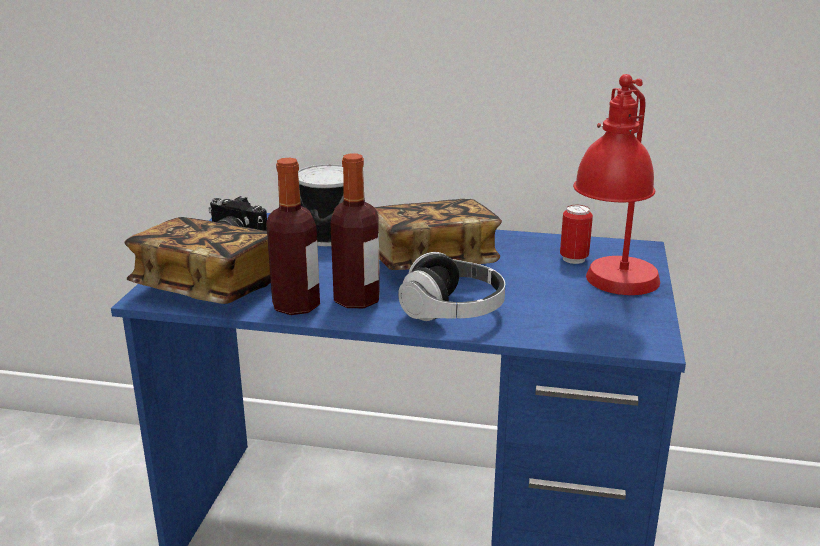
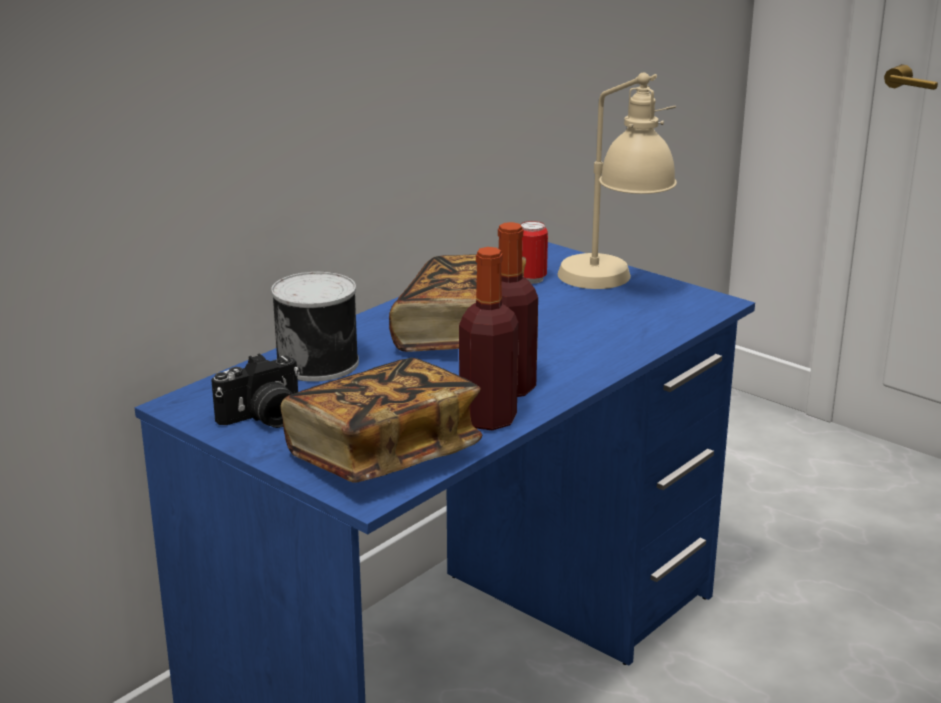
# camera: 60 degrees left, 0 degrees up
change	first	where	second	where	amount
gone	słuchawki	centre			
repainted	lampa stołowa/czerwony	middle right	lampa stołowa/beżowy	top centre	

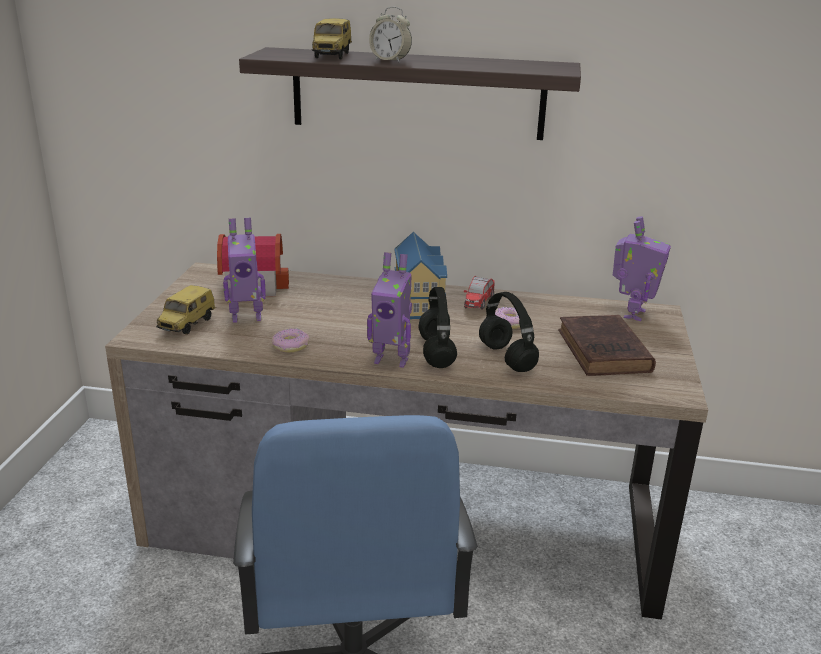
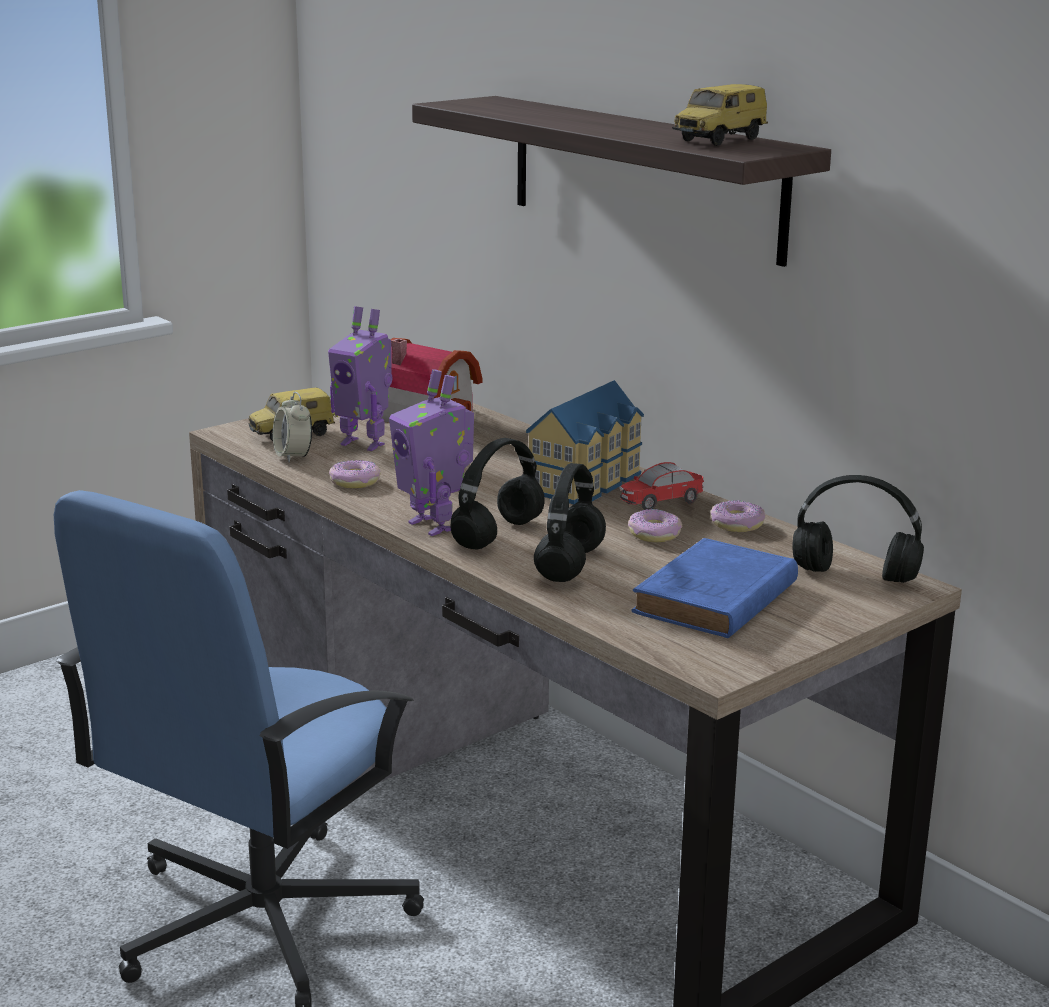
# camera: 40 degrees right, 5 degrees down
change	first	where	second	where	amount
new			donut (no. 3 from left)	middle right	
shifted	samochodzik (no. 2 from left in the first image)	top centre	samochodzik (no. 3 from left)	top right	
shifted	budzik	top centre		middle left	
swapped	robot zabawkowy (no. 3 from left)	middle right	słuchawki/czarny (no. 3 from left)	middle right	
repainted	książka/brązowy	middle right	książka/niebieski	middle right	

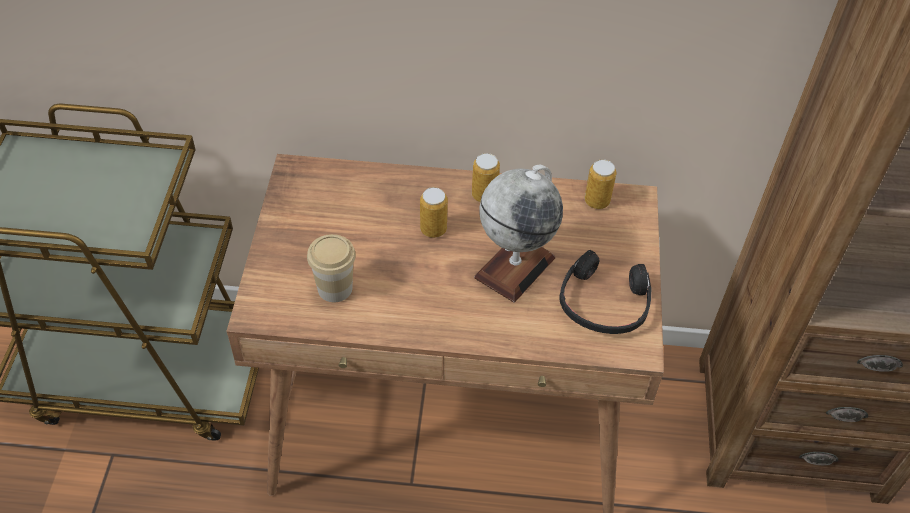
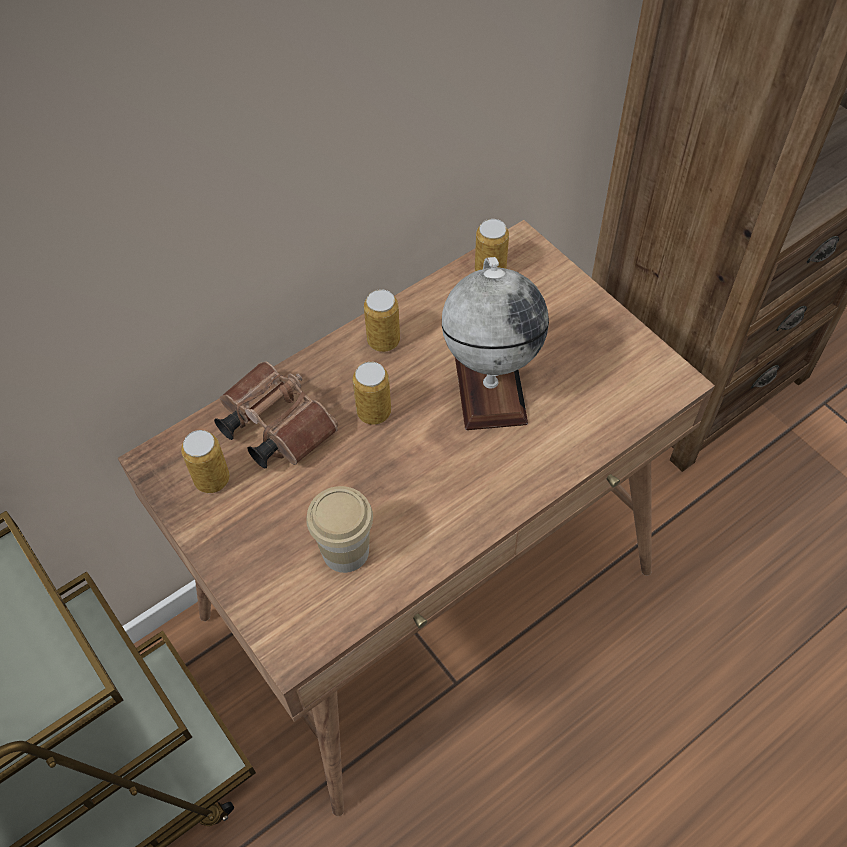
# camera: 40 degrees left, 5 degrees up
change	first	where	second	where	amount
gone	słuchawki/czarny	centre			
new			puszka (no. 1 from left)	middle left	
new			lornetka/brązowy	middle left	

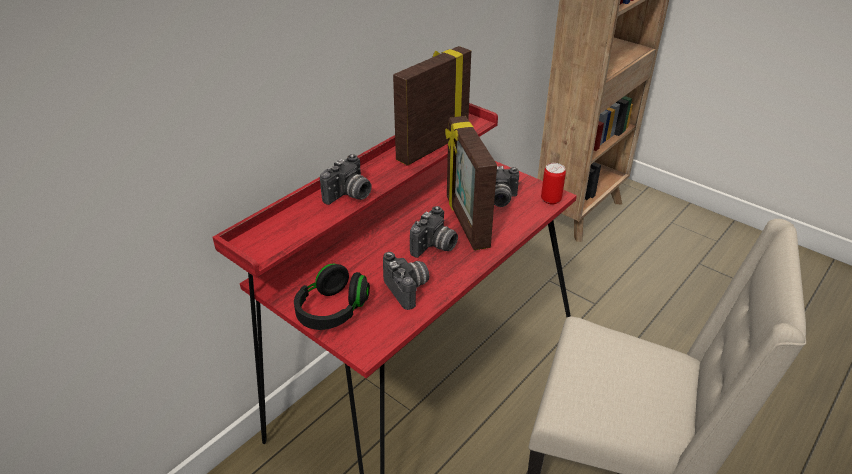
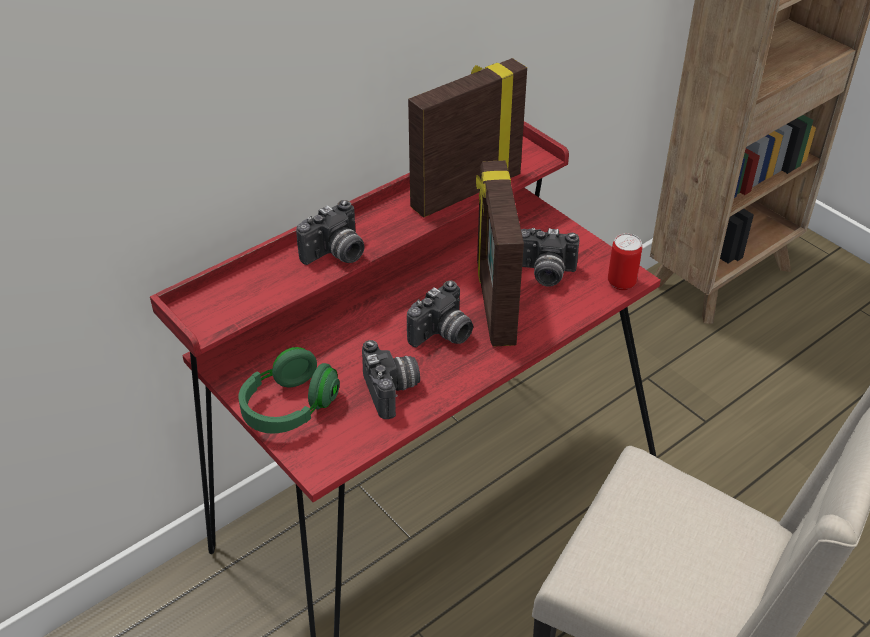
# camera: 10 degrees right, 5 degrees up
change	first	where	second	where	amount
repainted	słuchawki/czarny	centre	słuchawki/zielony	middle left	

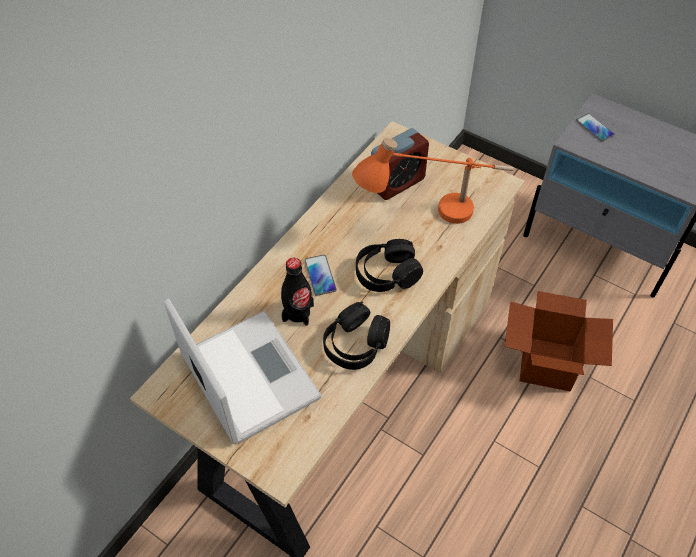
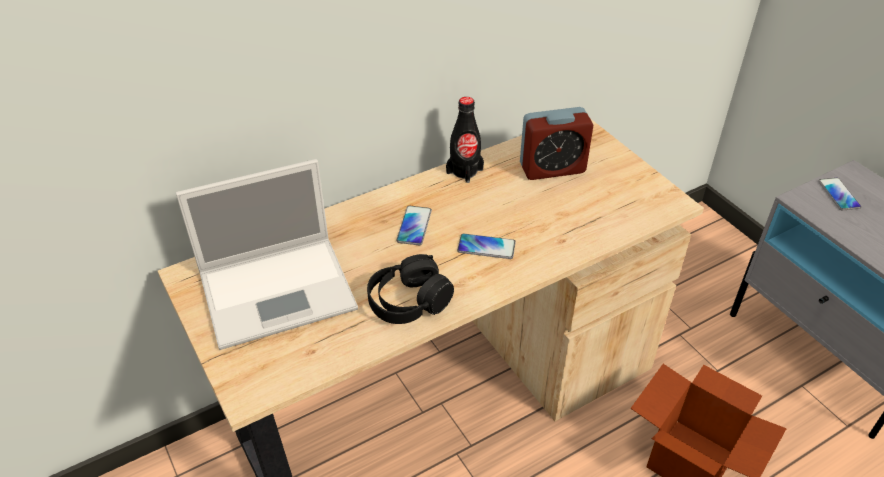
# camera: 25 degrees right, 10 degrees down
change	first	where	second	where	amount
gone	lampa stołowa/pomarańczowy	top centre			
shifted	butelka/czarny	centre		top centre	
swapped	słuchawki/czarny (no. 2 from left)	centre	telefon (no. 2 from left)	centre	
rotated	laptop	centre		middle left	75 degrees clockwise

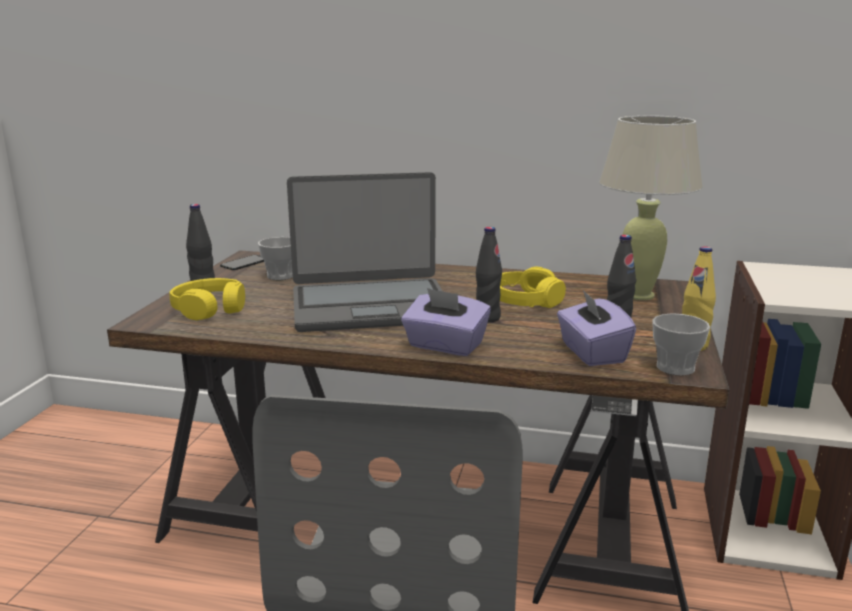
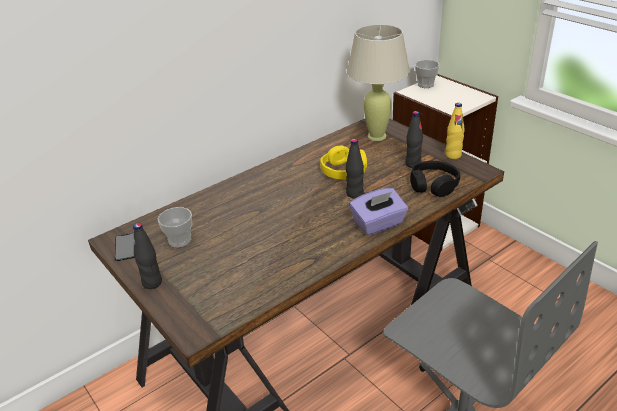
# camera: 50 degrees left, 15 degrees up
change	first	where	second	where	amount
gone	słuchawki/żółty (no. 1 from left)	middle left			
gone	laptop	centre			
shifted	filiżanka (no. 2 from left)	middle right		top right	
swapped	pudełko chusteczek/fioletowy (no. 2 from left)	middle right	słuchawki/czarny	middle right	

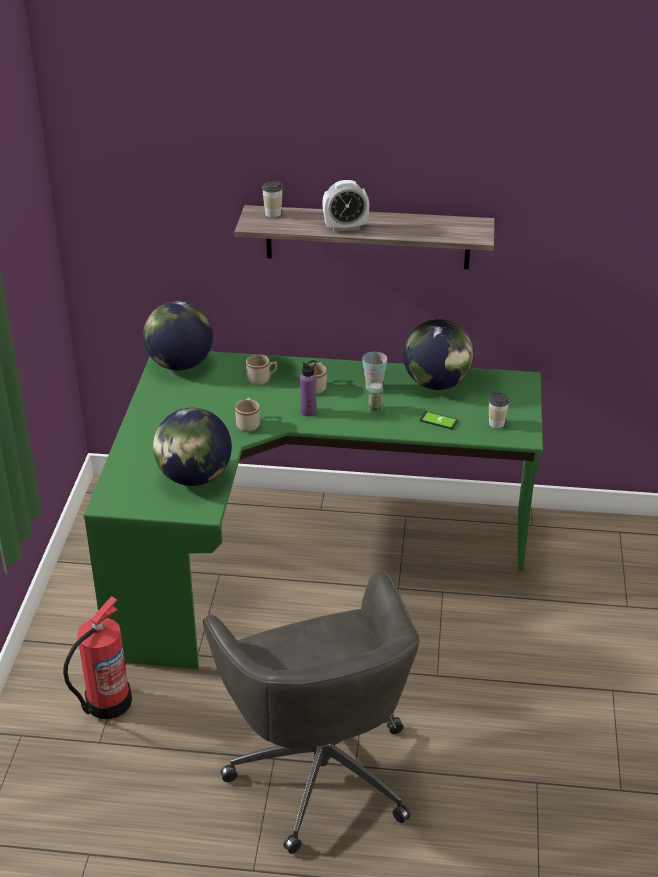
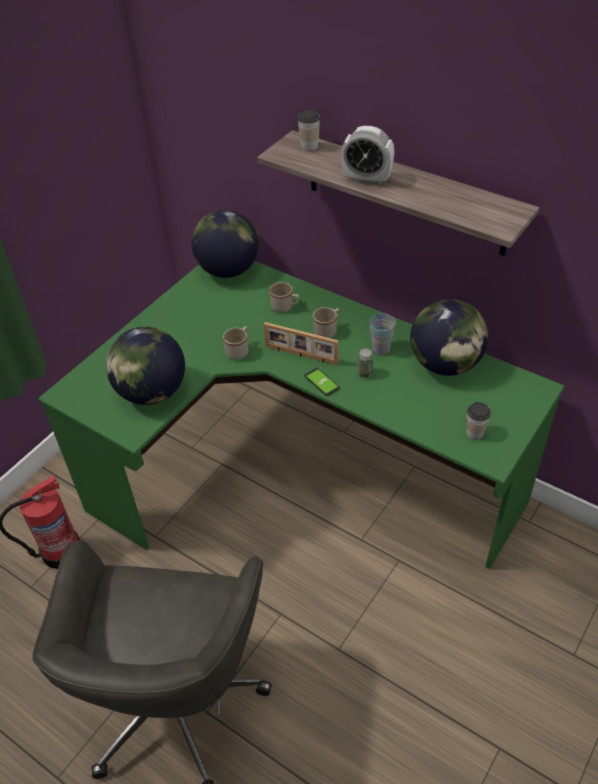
# camera: 30 degrees right, 10 degrees up
change	first	where	second	where	amount
shifted	telefon	middle right		centre	
swapped	butelka/fioletowy	centre	ramka na zdjęcie	centre	

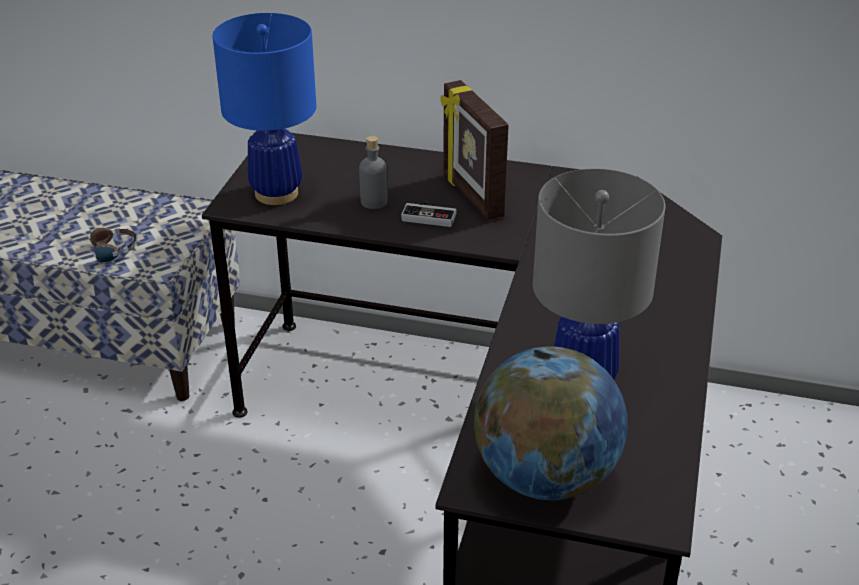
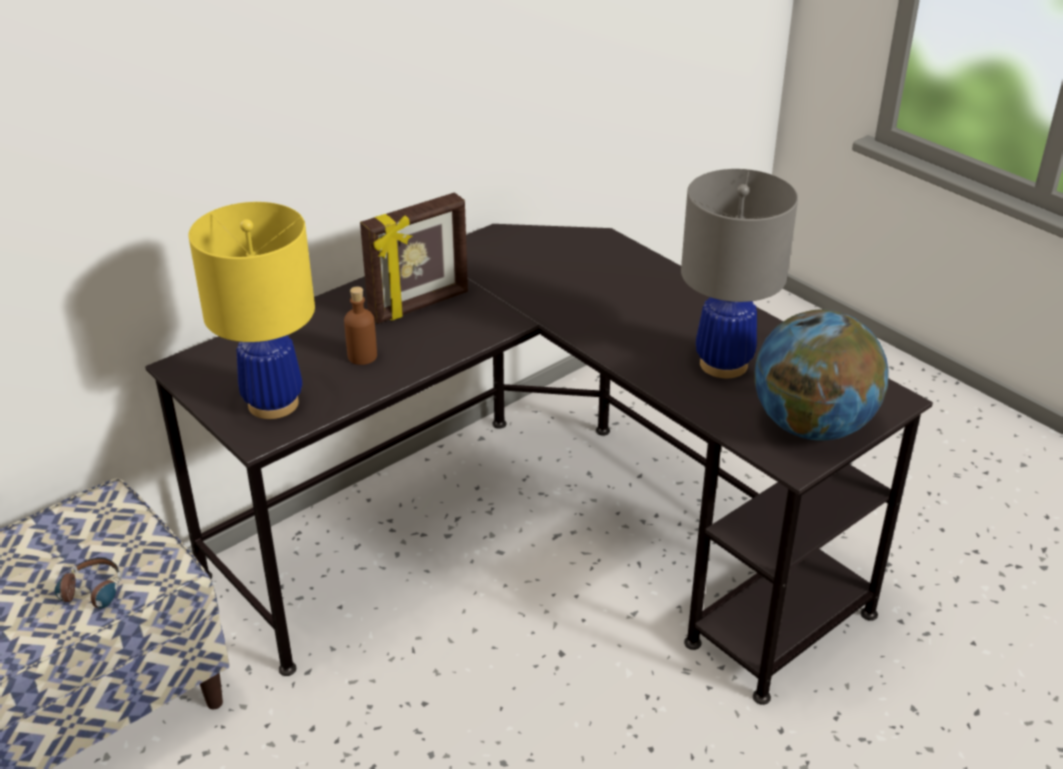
# camera: 55 degrees left, 0 degrees up
change	first	where	second	where	amount
gone	pad do gier	centre			
repainted	lampa stołowa/niebieski	top left	lampa stołowa/żółty	middle left	
repainted	butelka/szary	top centre	butelka/brązowy	centre	
rotated	ramka na zdjęcie	top centre		centre	45 degrees counterclockwise

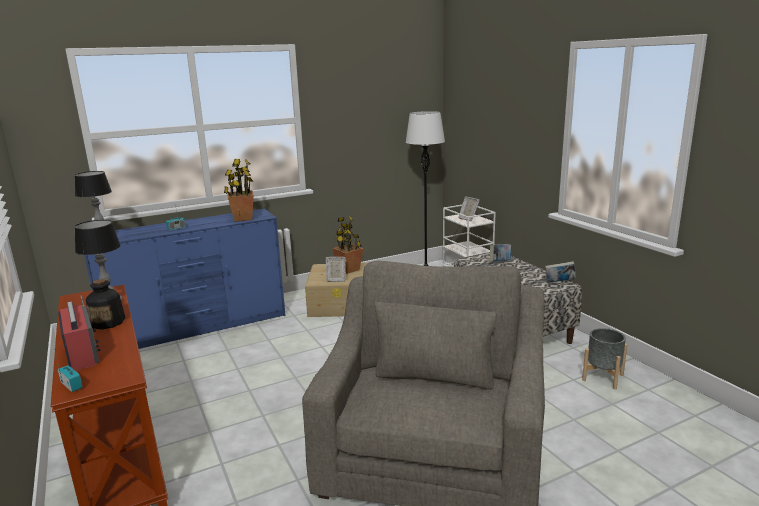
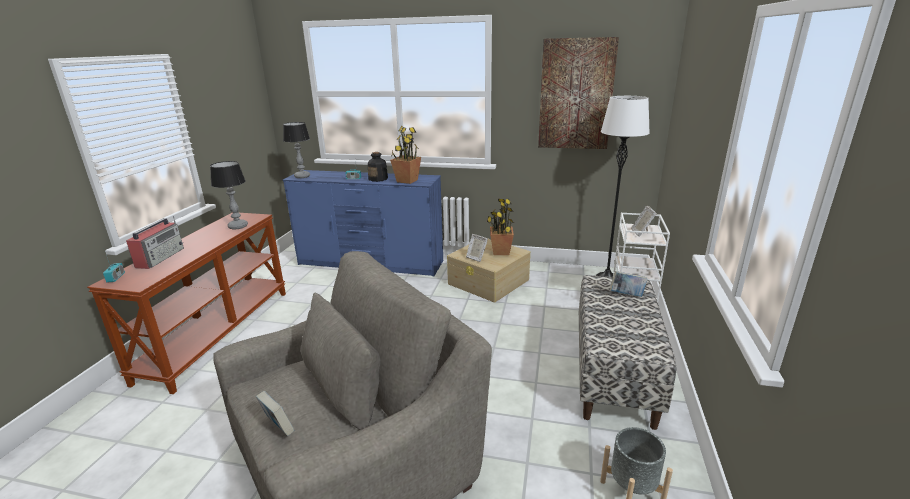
# camera: 40 degrees right, 5 degrees up
change	first	where	second	where	amount
new			obraz	top centre	
shifted	butelka	middle left		centre	
shifted	książka (no. 2 from left in the first image)	middle right	książka (no. 1 from left)	bottom left	

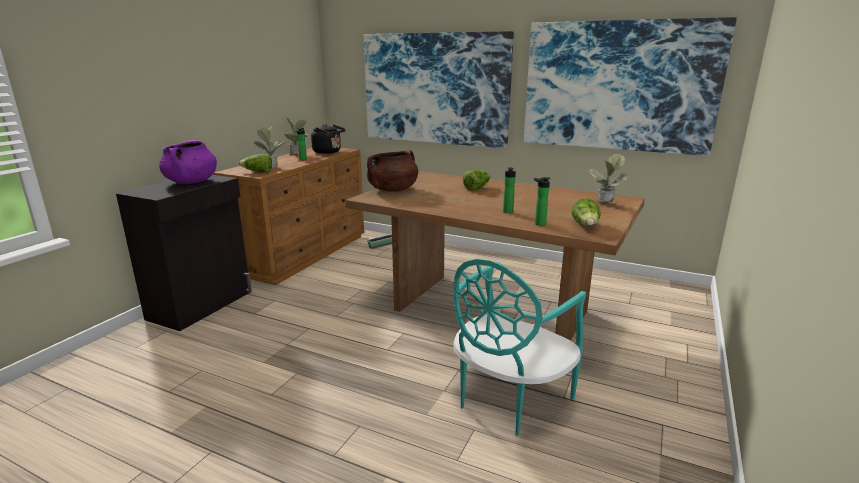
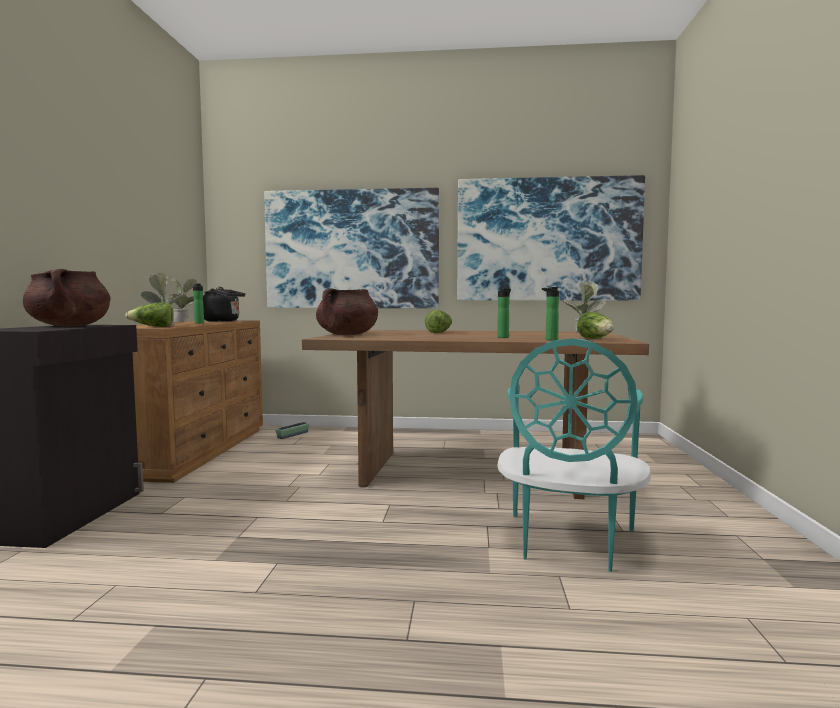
# camera: 20 degrees left, 15 degrees down
change	first	where	second	where	amount
repainted	garnek/fioletowy	middle left	garnek/brązowy (no. 1 from left)	middle left	

